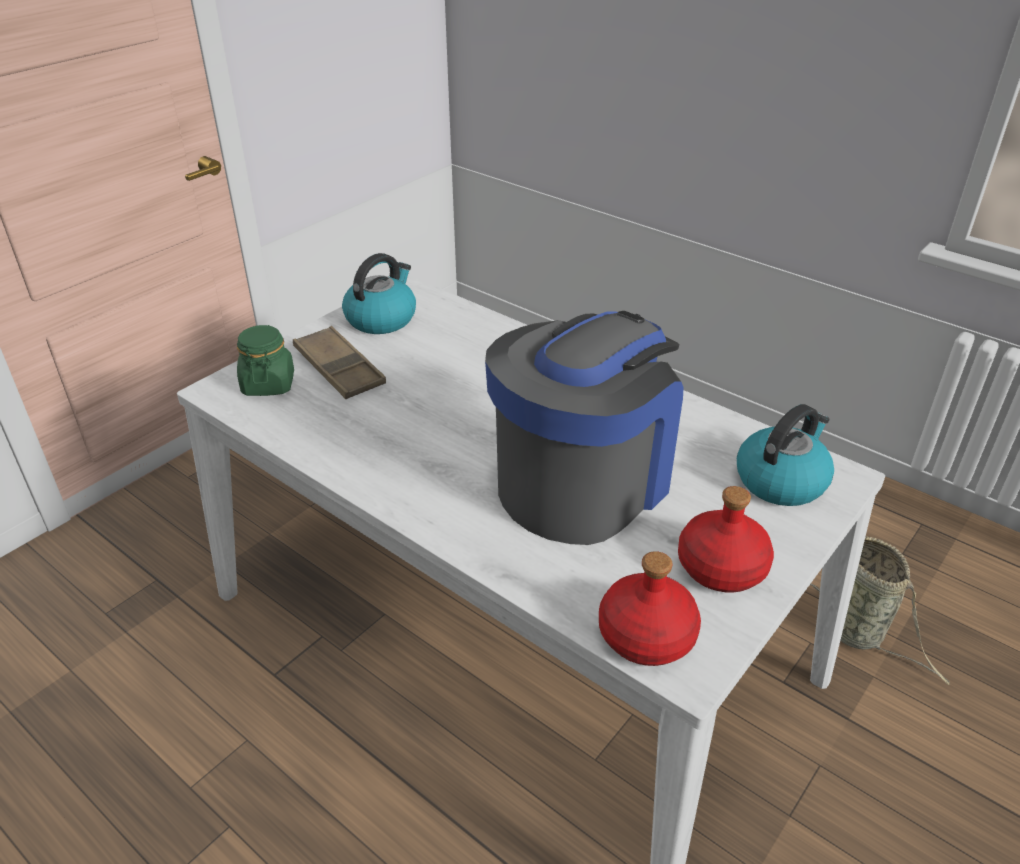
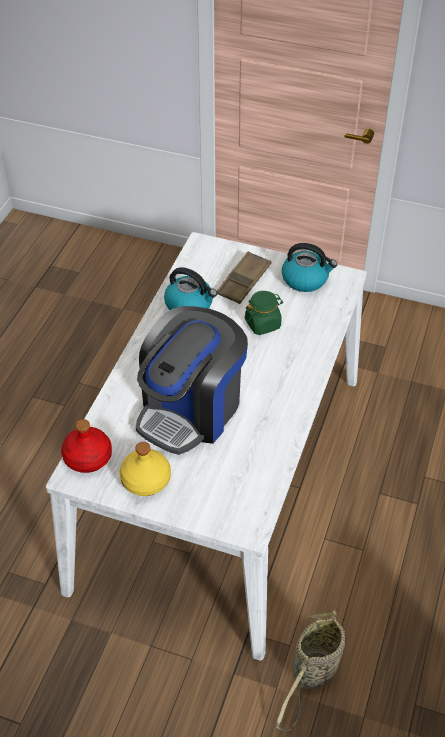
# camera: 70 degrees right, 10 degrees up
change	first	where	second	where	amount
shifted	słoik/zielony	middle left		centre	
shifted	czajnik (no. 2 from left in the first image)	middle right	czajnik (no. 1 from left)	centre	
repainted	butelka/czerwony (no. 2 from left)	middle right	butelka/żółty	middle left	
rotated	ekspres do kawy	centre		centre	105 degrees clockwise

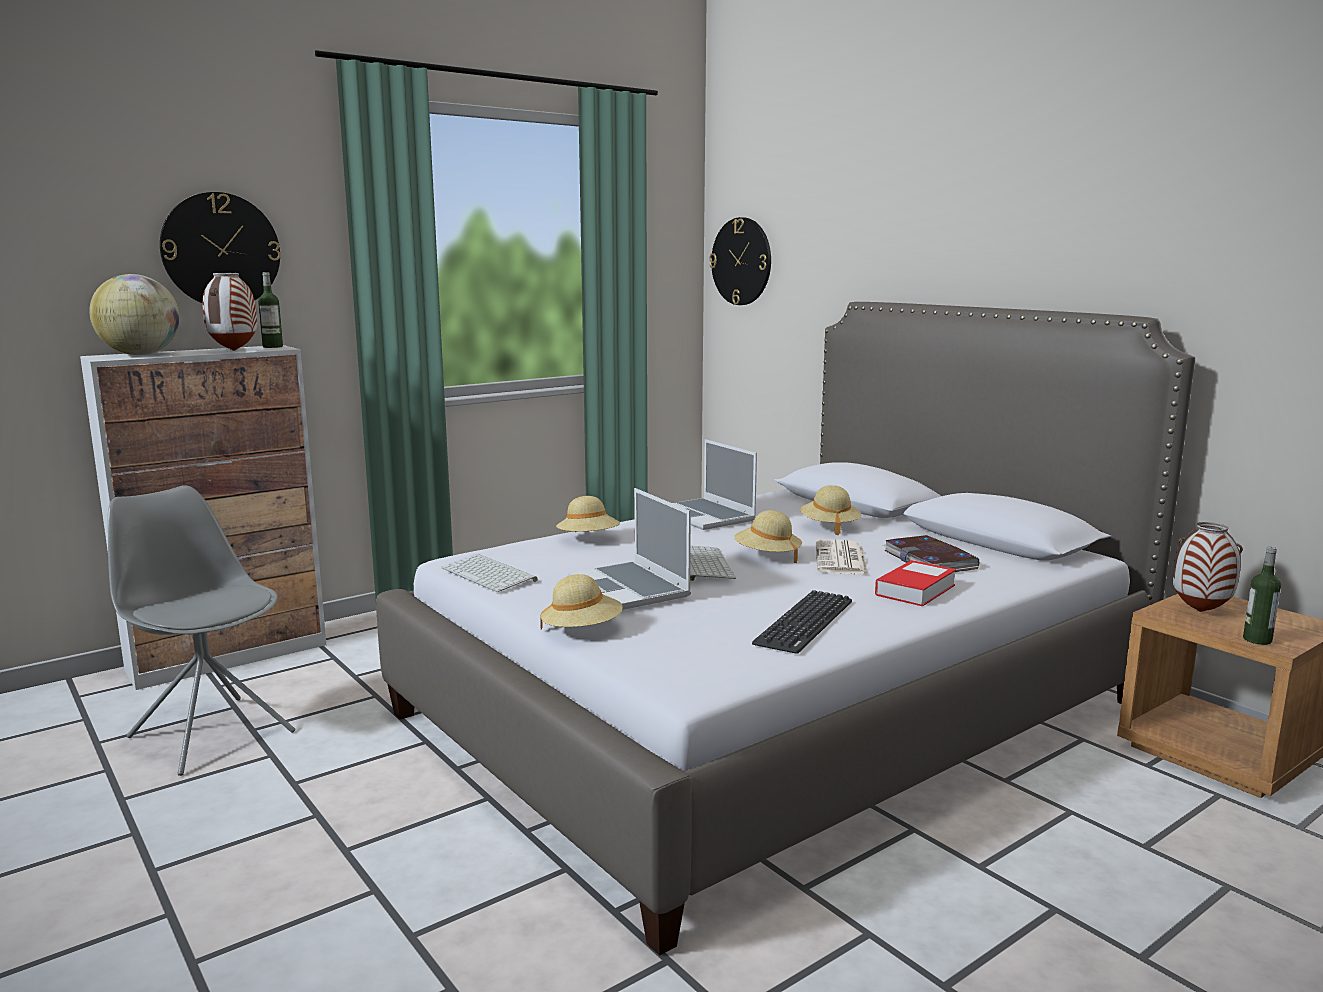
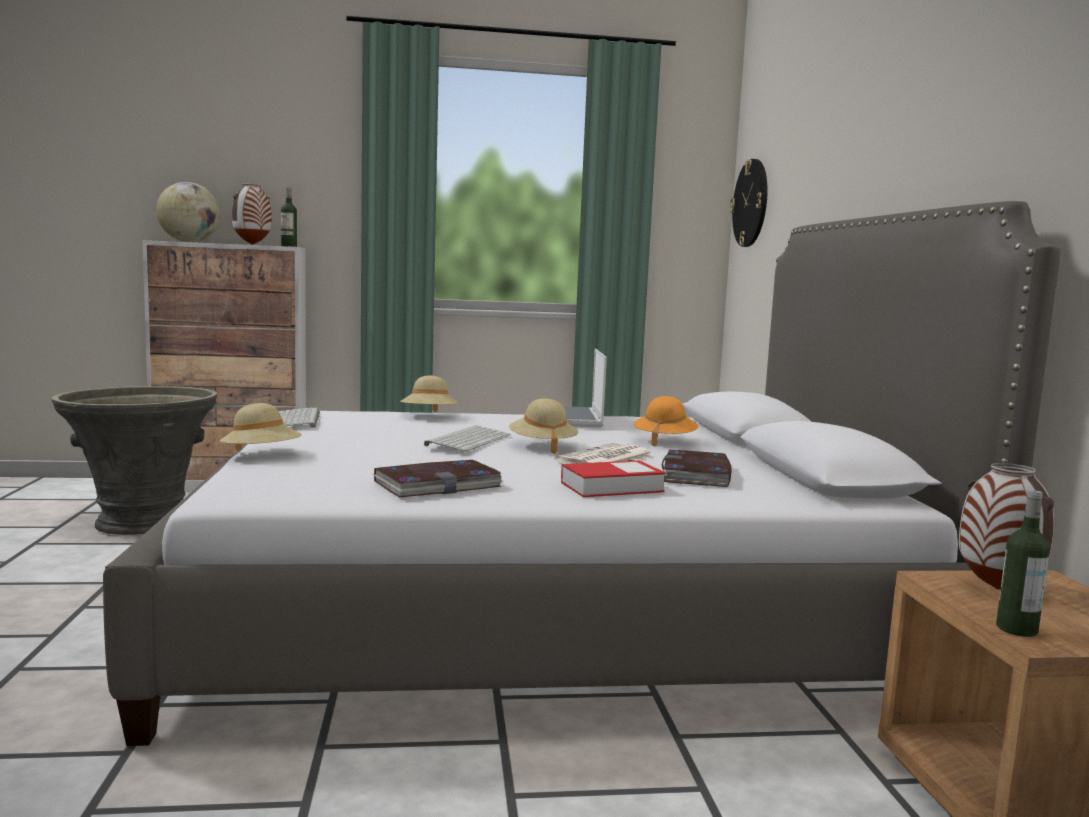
# camera: 30 degrees right, 5 degrees down
change	first	where	second	where	amount
gone	zegar ścienny (no. 1 from left)	top left			
gone	laptop (no. 1 from left)	centre			
swapped	krzesło/szary	middle left	donica/szary	middle left	
swapped	klawiatura (no. 3 from left)	centre	książka (no. 1 from left)	centre	
repainted	kapelusz/beżowy (no. 4 from left)	centre	kapelusz/pomarańczowy	centre	

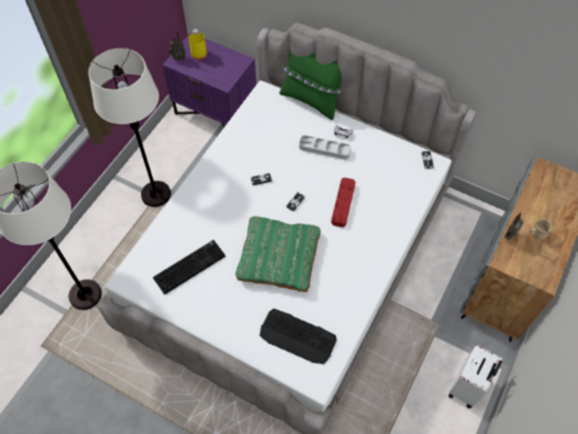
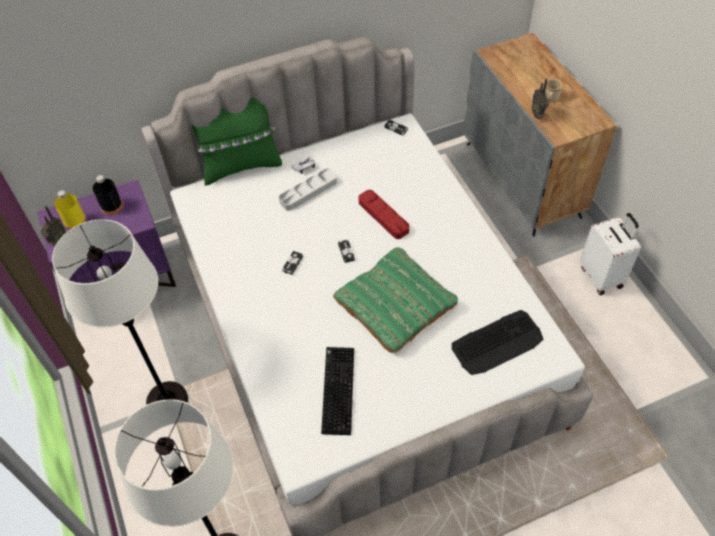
# camera: 50 degrees left, 5 degrees down
change	first	where	second	where	amount
new			butelka/czarny	middle left	

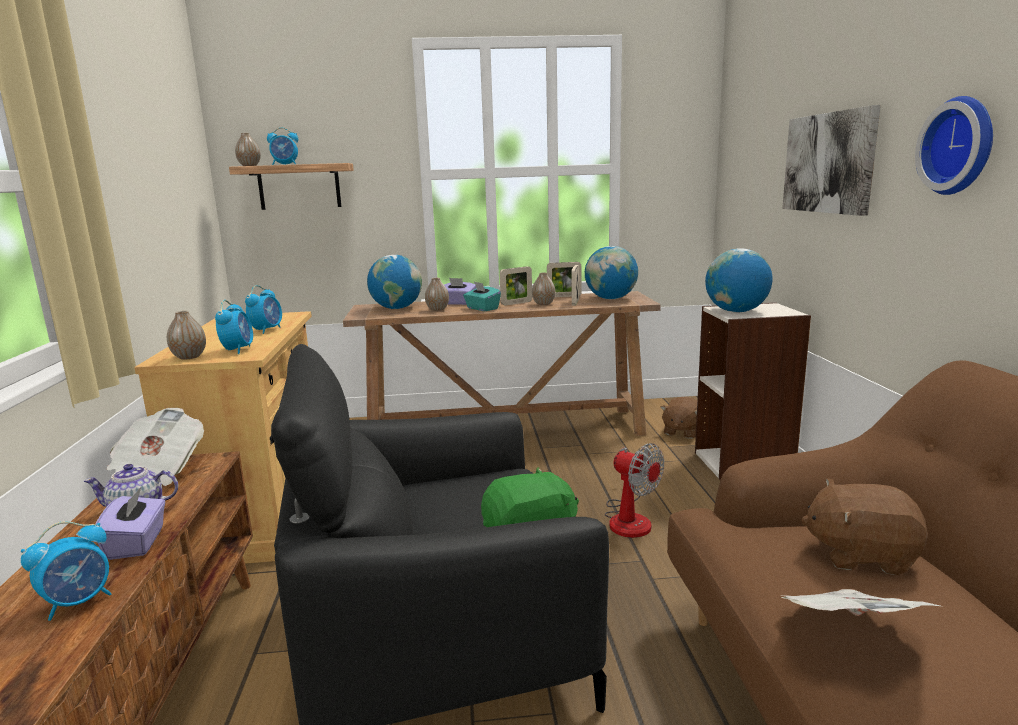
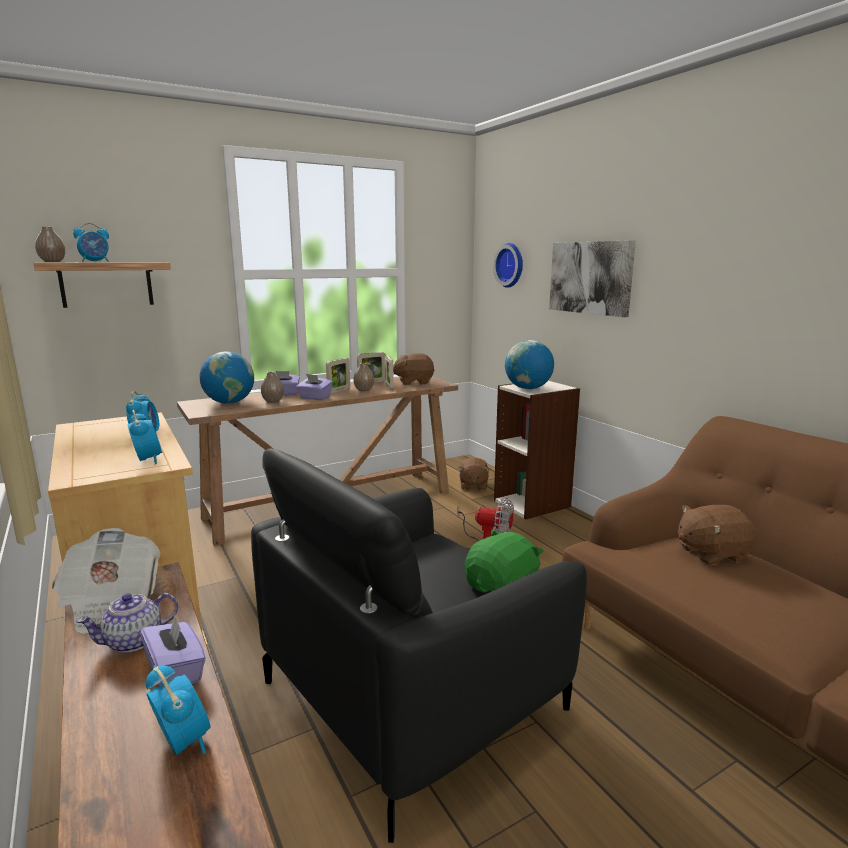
# camera: 25 degrees left, 0 degrees up
change	first	where	second	where	amount
gone	wazon (no. 1 from left)	middle left			
gone	gazeta (no. 2 from left)	bottom right			
shifted	zegar ścienny	top right		top centre	
swapped	globus (no. 2 from left)	centre	pluszak/brązowy (no. 1 from left)	centre	
repainted	pudełko chusteczek/turkusowy	centre	pudełko chusteczek/fioletowy (no. 3 from left)	centre	
rotated	budzik (no. 1 from left in the first image)	bottom left	budzik (no. 4 from left)	bottom left	60 degrees counterclockwise

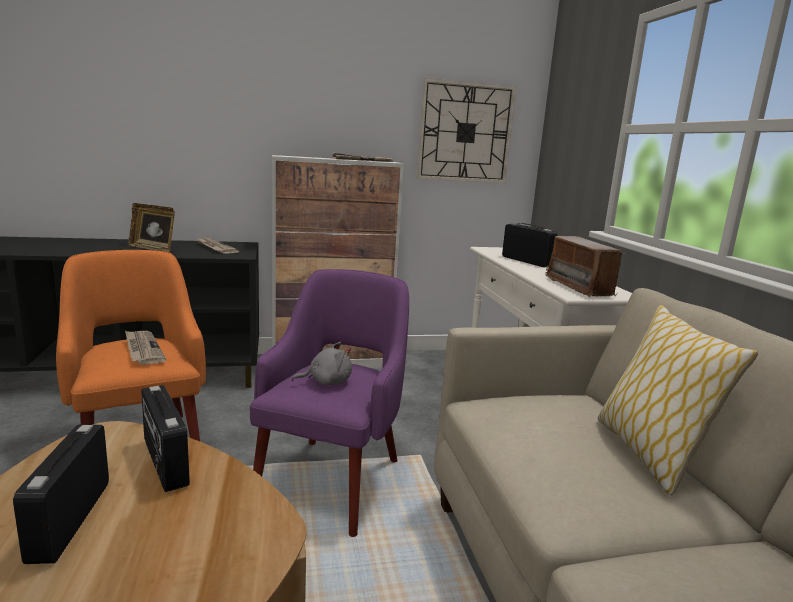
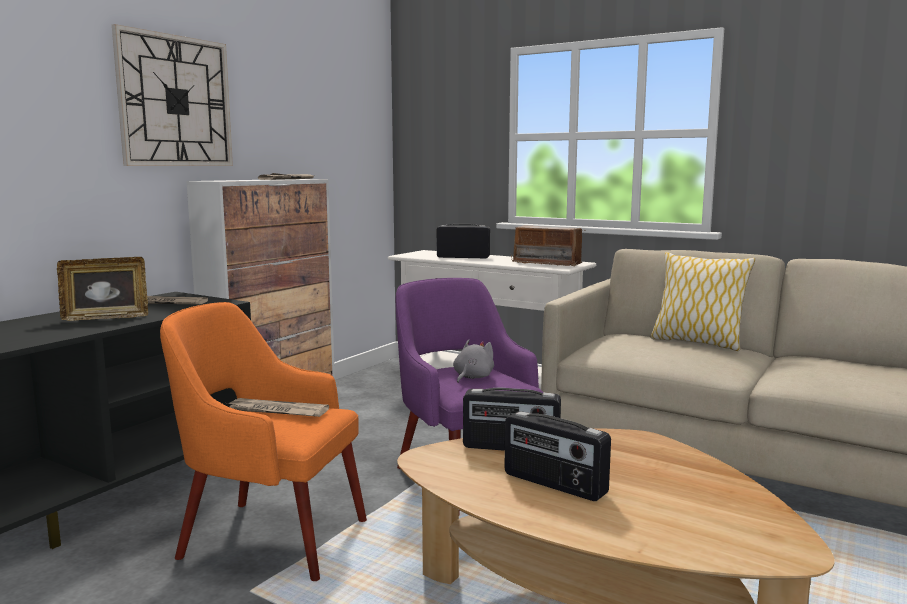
# camera: 45 degrees left, 5 degrees down
change	first	where	second	where	amount
shifted	zegar ścienny	top centre		top left	

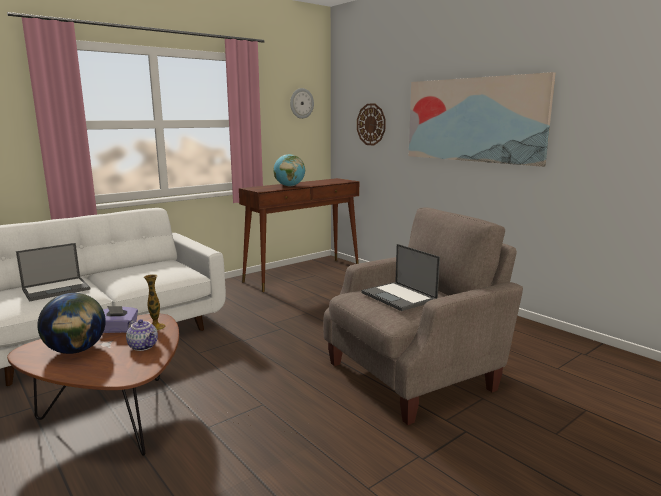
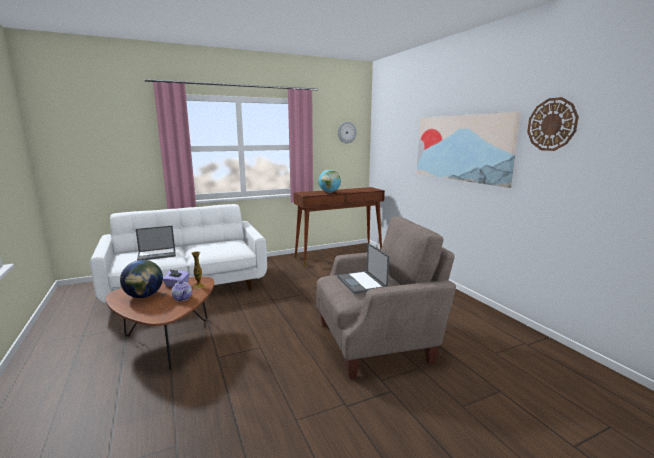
# camera: 15 degrees right, 0 degrees up
change	first	where	second	where	amount
shifted	zegar ścienny (no. 2 from left)	top centre		top right	

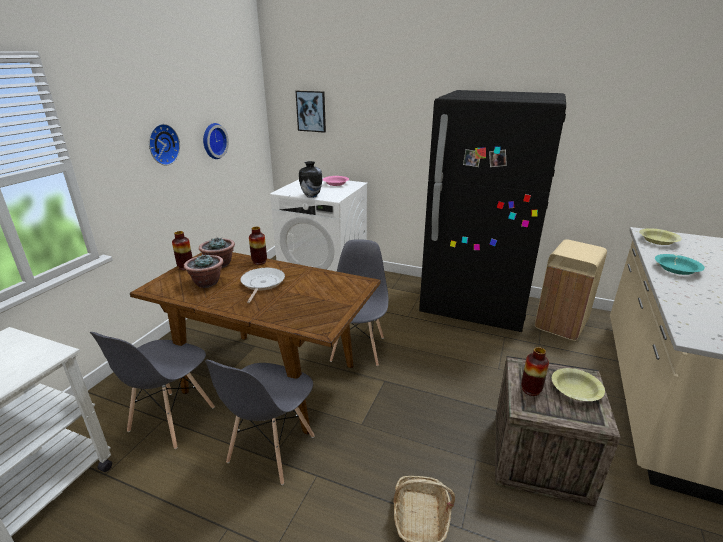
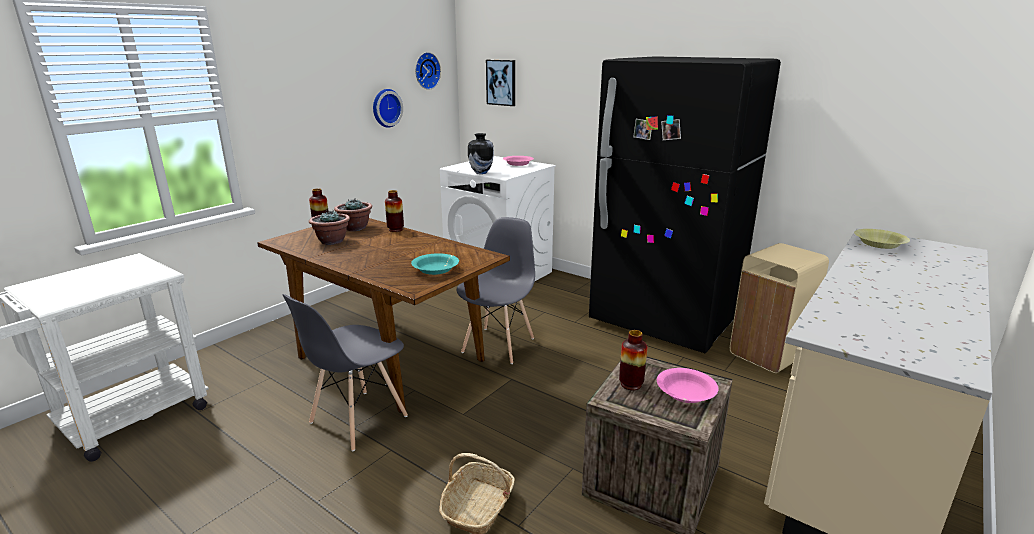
# camera: 15 degrees right, 5 degrees down
change	first	where	second	where	amount
gone	krzesło/szary (no. 1 from left)	bottom left			
gone	patelnia	centre			
shifted	zegar ścienny (no. 1 from left in the first image)	top left	zegar ścienny (no. 2 from left)	top centre	
shifted	miska/turkusowy	middle right		centre	
repainted	miska/żółty (no. 1 from left)	bottom right	miska/różowy (no. 2 from left)	bottom centre	

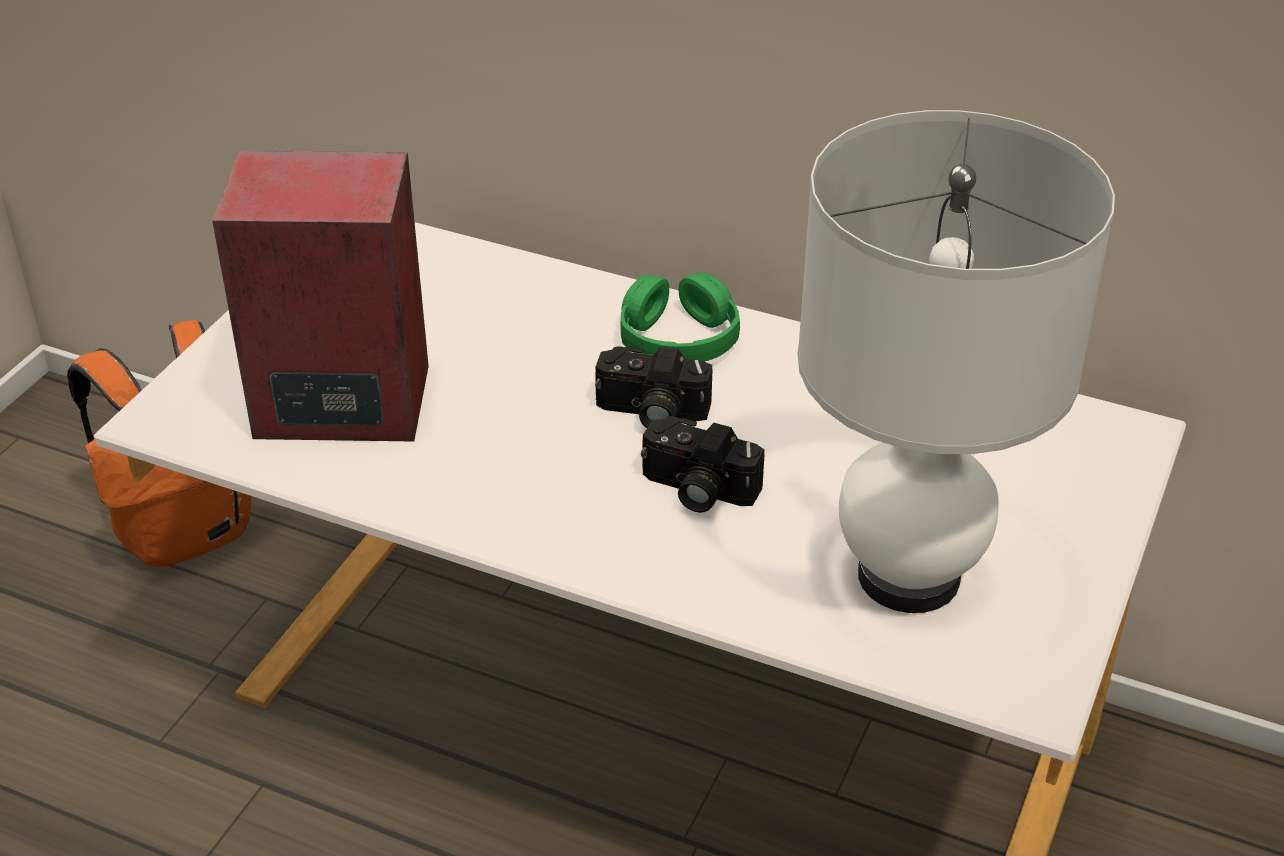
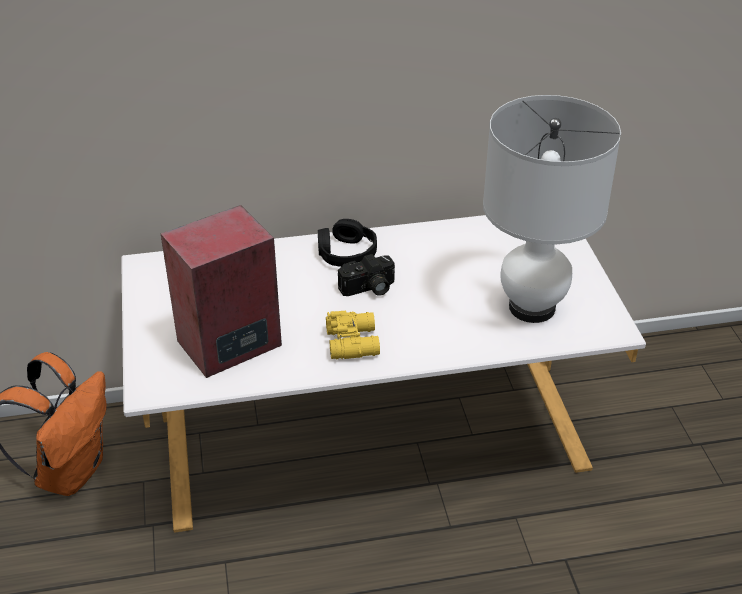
# camera: 35 degrees left, 0 degrees up
change	first	where	second	where	amount
gone	aparat fotograficzny (no. 2 from left)	centre			
new			lornetka/żółty	centre	
repainted	słuchawki/zielony	centre	słuchawki/czarny	centre	

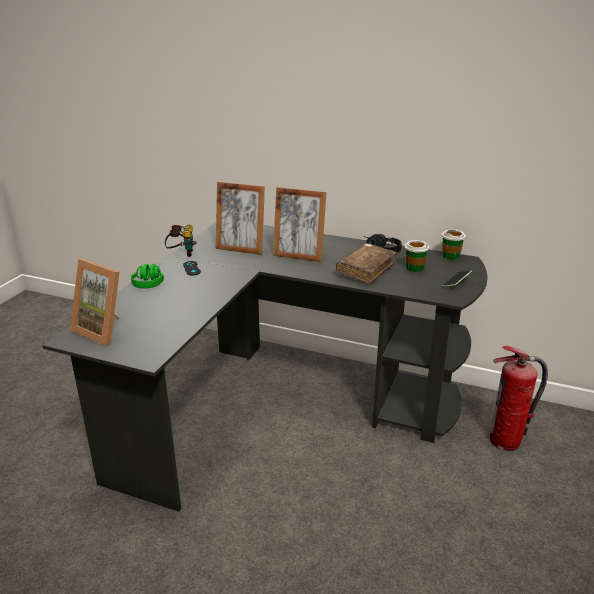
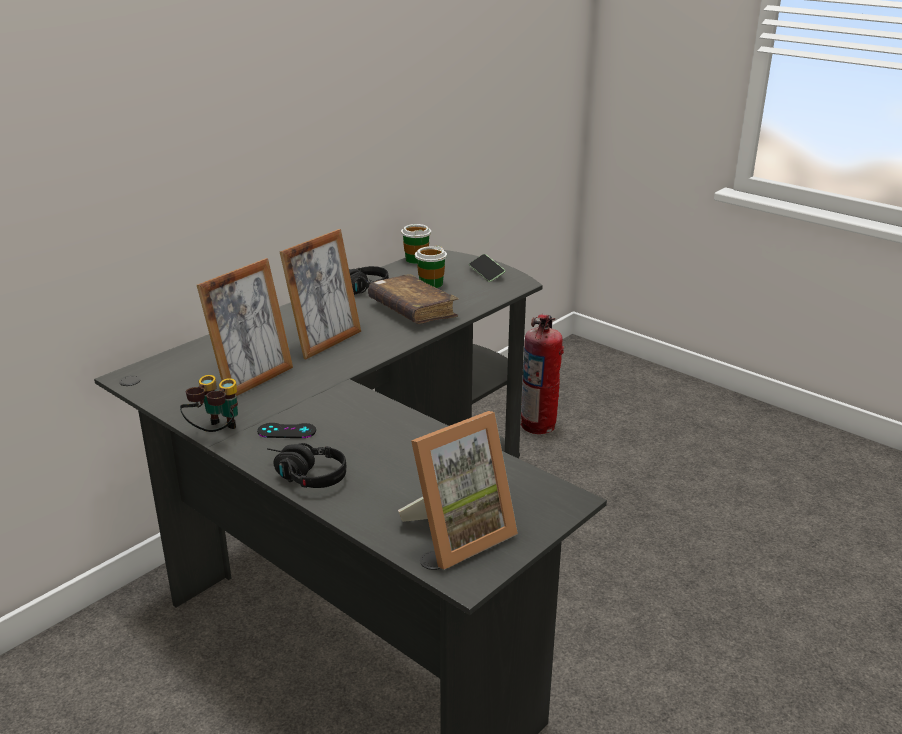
# camera: 70 degrees left, 0 degrees up
change	first	where	second	where	amount
repainted	słuchawki/zielony	middle left	słuchawki/czarny (no. 1 from left)	centre	

